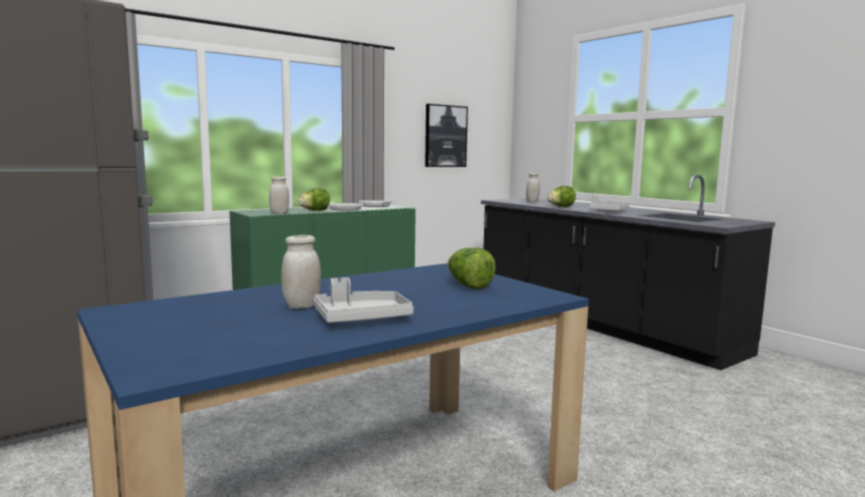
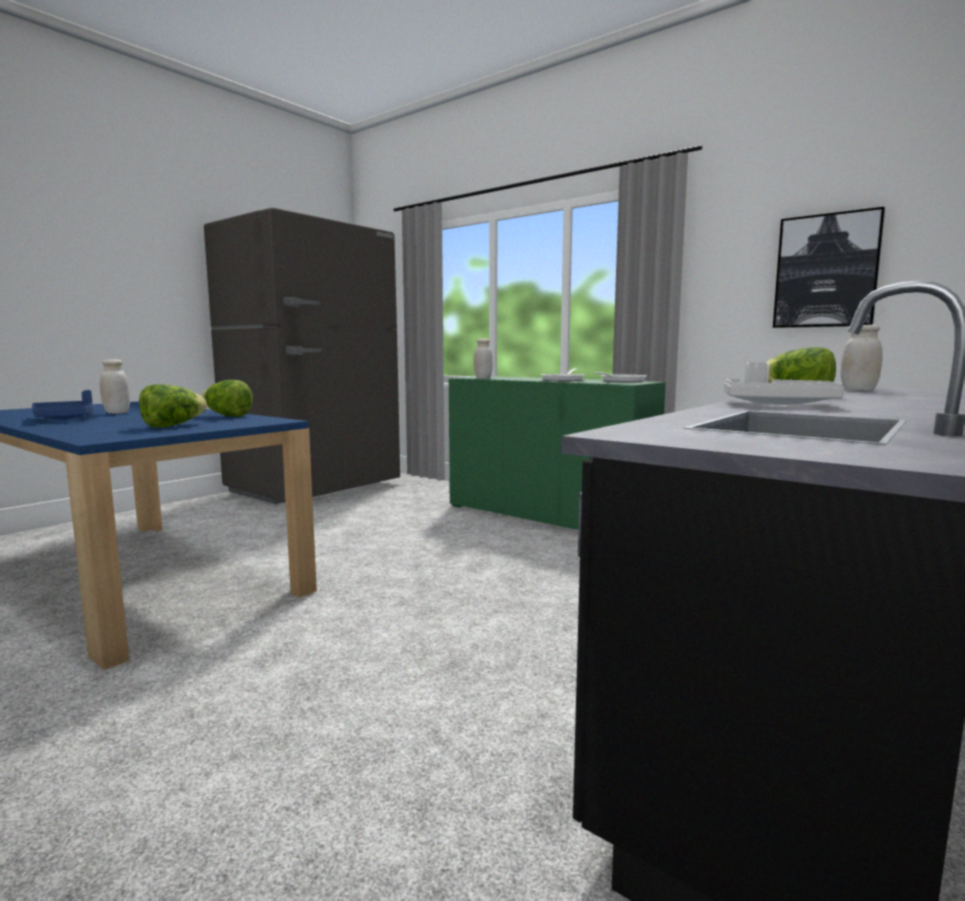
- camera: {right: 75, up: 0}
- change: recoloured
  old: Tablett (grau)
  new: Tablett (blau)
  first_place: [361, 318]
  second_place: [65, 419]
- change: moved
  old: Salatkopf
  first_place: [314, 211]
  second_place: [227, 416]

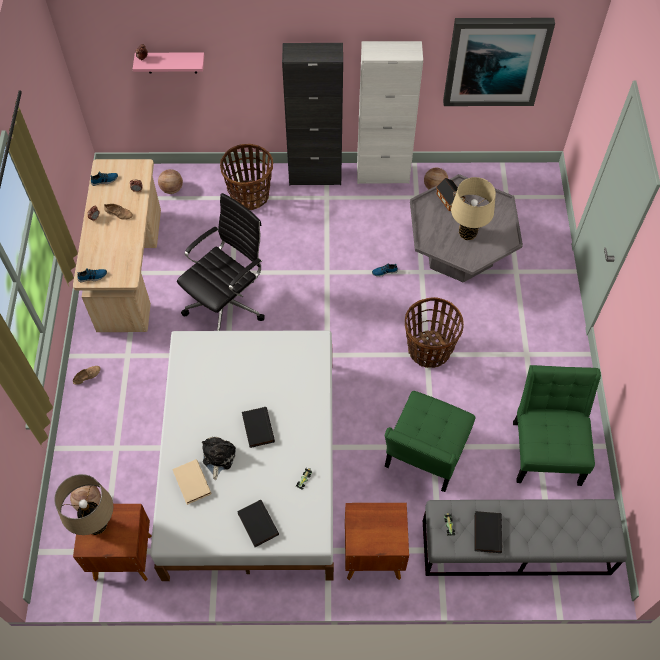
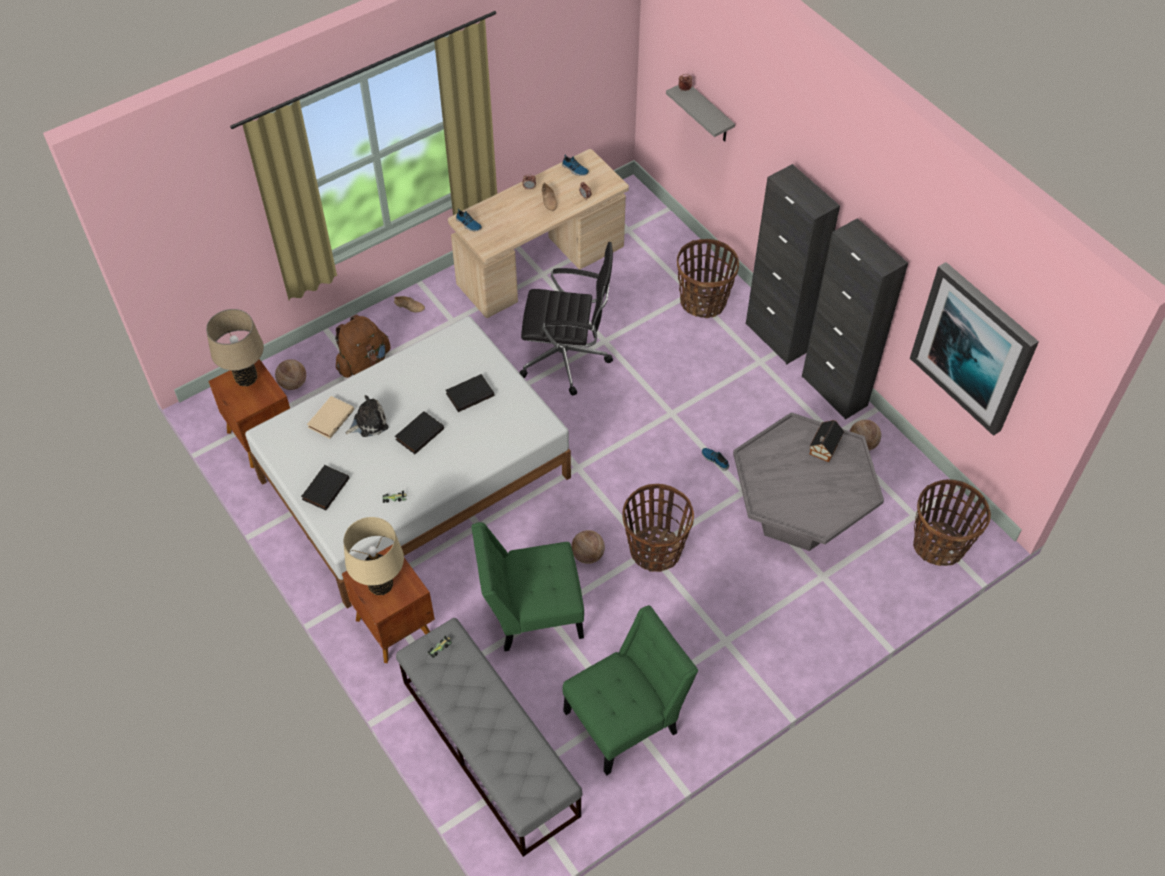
- camera: {right: 55, up: -5}
- change: added
  new: Rucksack (braun)
  second_place: [364, 363]
- change: moved
  old: Tischlampe (beige)
  first_place: [467, 233]
  second_place: [380, 585]
- change: moved
  old: Buch (schwarz)
  first_place: [486, 532]
  second_place: [469, 394]
- change: moved
  old: Basketball
  first_place: [172, 189]
  second_place: [587, 555]
- change: recoloured
  old: Wandregal (rosa)
  new: Wandregal (grau)
  first_place: [171, 62]
  second_place: [709, 114]
- change: recoloured
  old: Schrank (weiß)
  new: Schrank (schwarz)
  first_place: [383, 174]
  second_place: [834, 391]
- change: added
  new: Korb
  second_place: [939, 545]

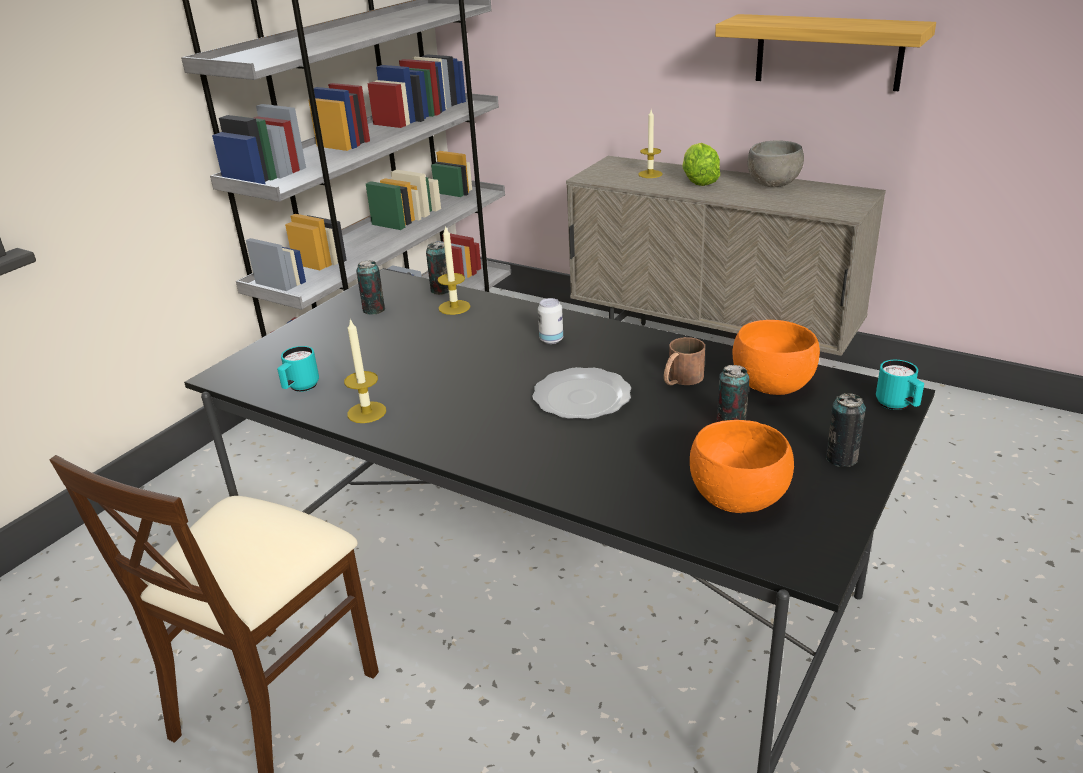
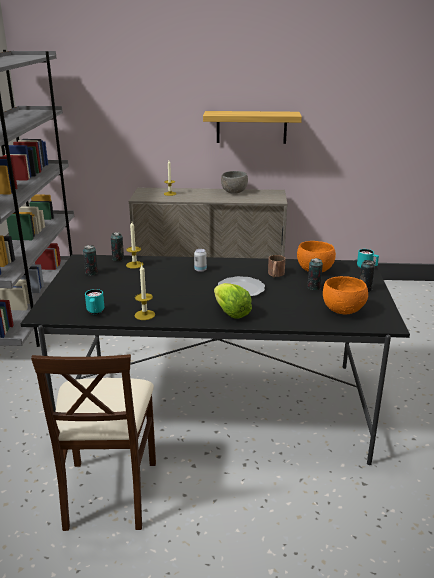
- camera: {right: -30, up: -5}
- change: moved
  old: Salatkopf
  first_place: [698, 181]
  second_place: [231, 313]

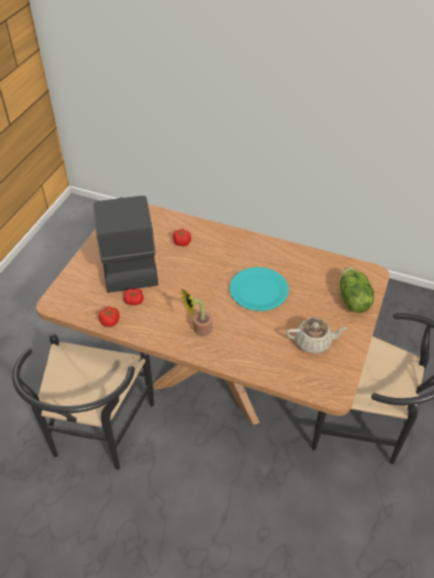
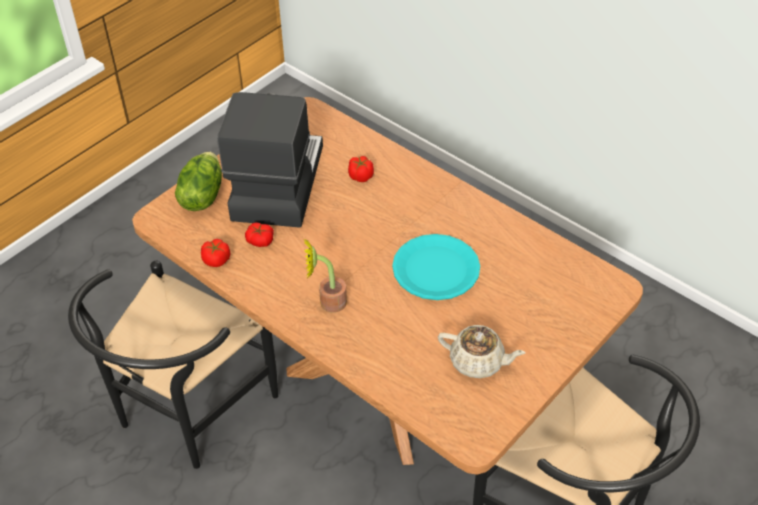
- camera: {right: 20, up: 0}
- change: moved
  old: Salatkopf
  first_place: [352, 300]
  second_place: [201, 196]

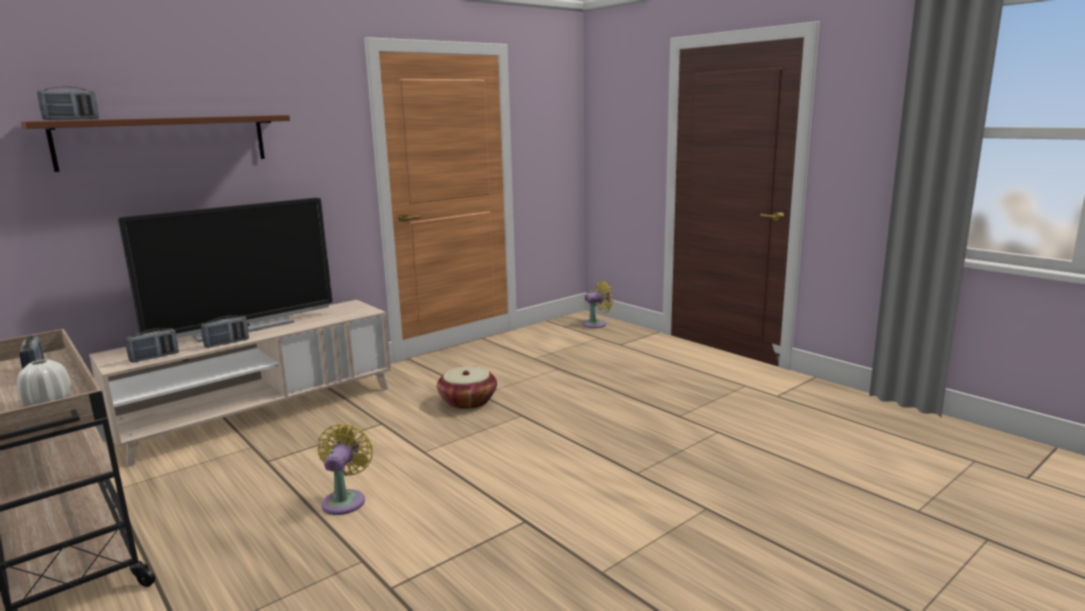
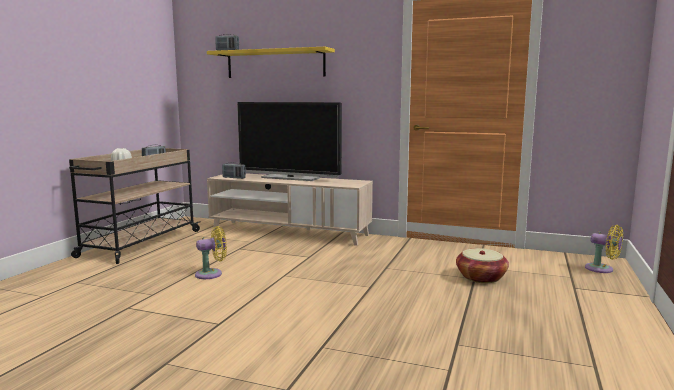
- camera: {right: 60, up: -5}
- change: recoloured
  old: Wandregal (braun)
  new: Wandregal (gelb)
  first_place: [164, 141]
  second_place: [275, 64]
- change: moved
  old: Korb
  first_place: [468, 401]
  second_place: [481, 277]
- change: removed
  old: Radio
  first_place: [227, 343]

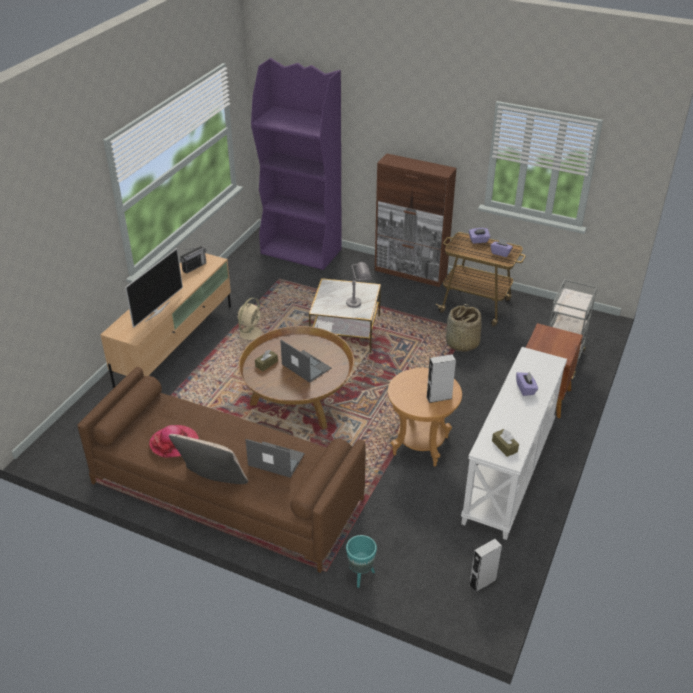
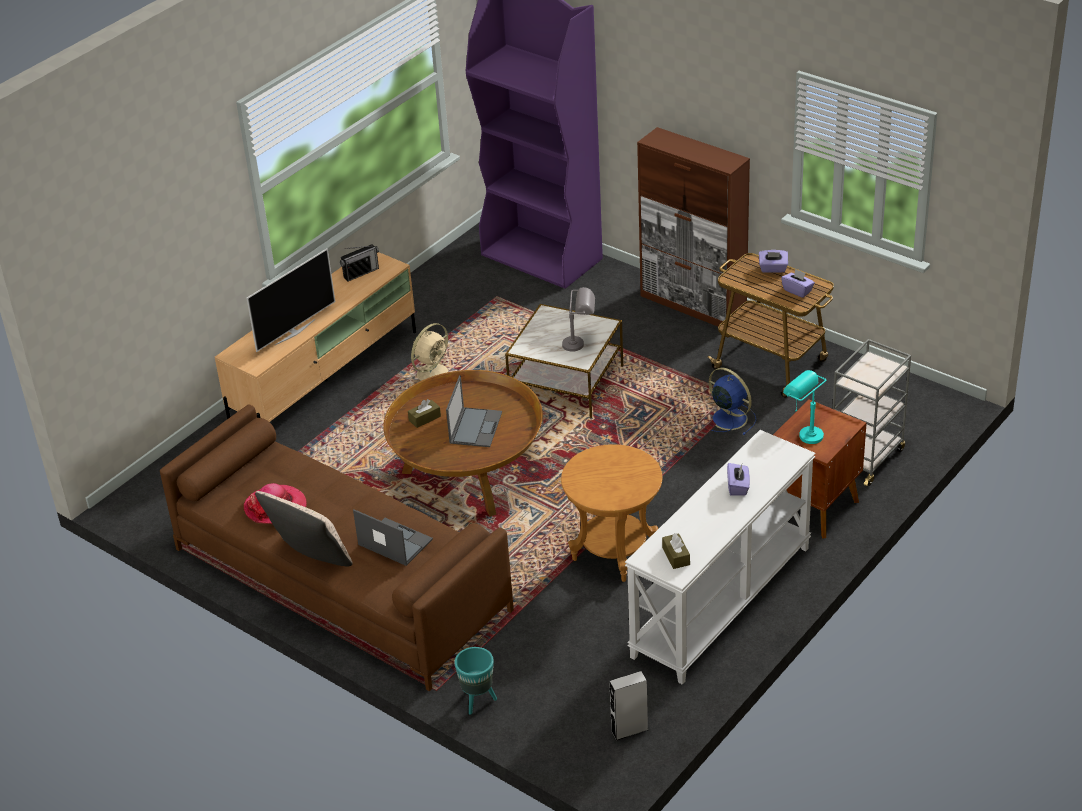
- camera: {right: 15, up: 0}
- change: turned
  old: Laptop
  first_place: [305, 366]
  second_place: [475, 427]
  degrees: 45
- change: replaced
  old: Korb
  new: Ventilator (blau)
  first_place: [462, 343]
  second_place: [728, 418]
- change: added
  new: Tischlampe (türkis)
  second_place: [803, 433]
- change: removed
  old: Lautsprecher (grau)
  first_place: [439, 397]

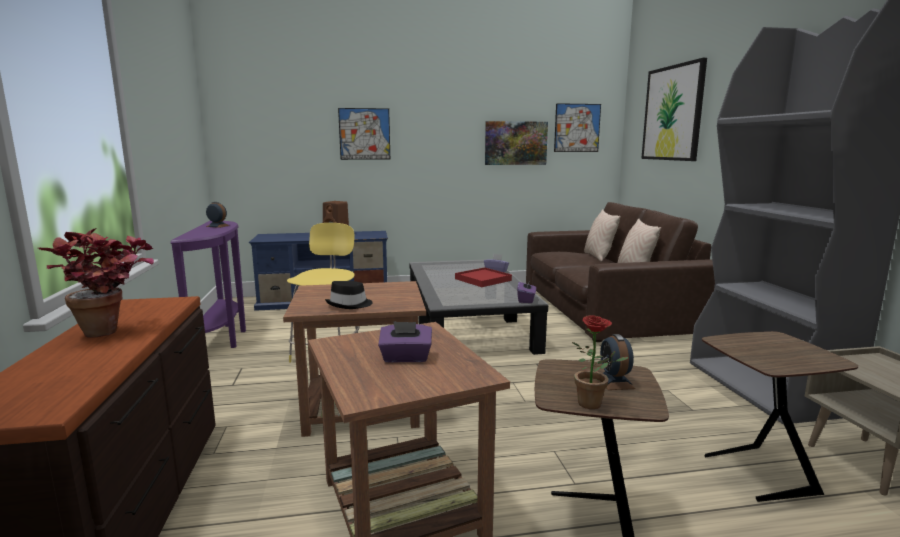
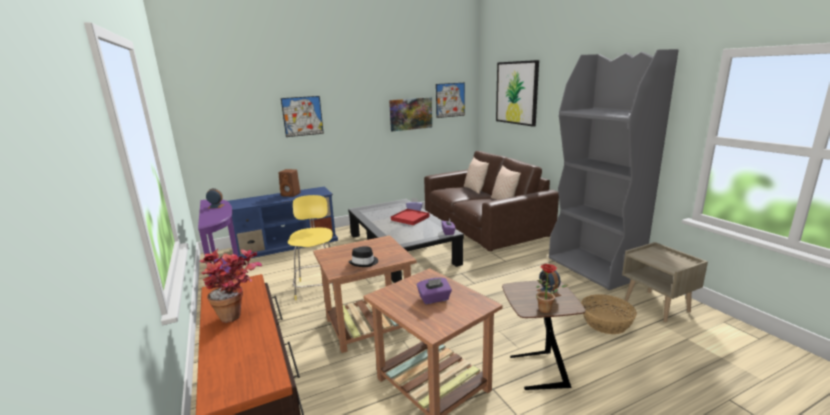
- camera: {right: -15, up: 5}
- change: replaced
  old: Beistelltisch (braun)
  new: Korb
  first_place: [757, 474]
  second_place: [606, 323]

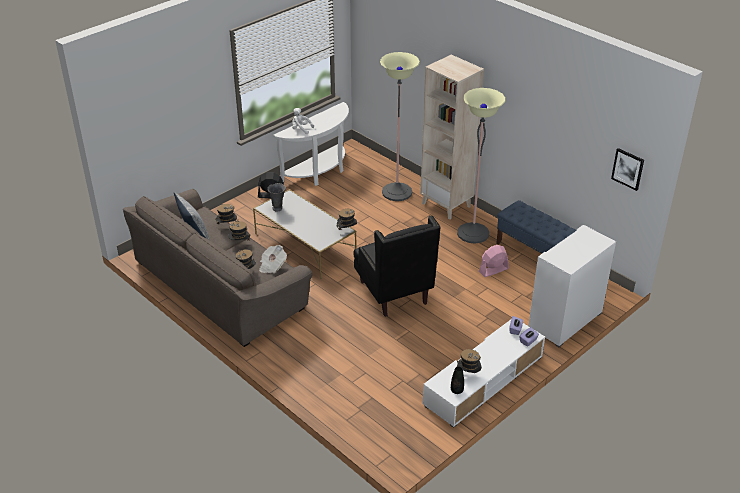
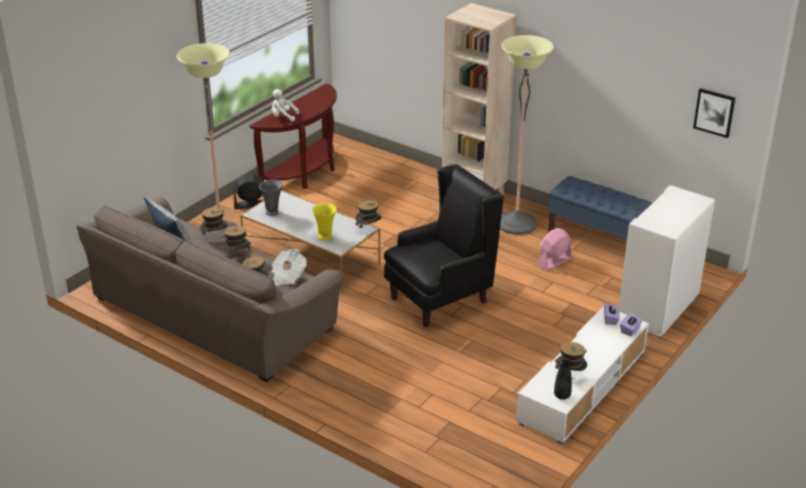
- camera: {right: -10, up: -5}
- change: moved
  old: Stehlampe
  first_place: [397, 192]
  second_place: [221, 234]
- change: recoloured
  old: Konsolentisch (weiß)
  new: Konsolentisch (braun)
  first_place: [319, 172]
  second_place: [305, 174]
- change: added
  new: Vase (gelb)
  second_place: [325, 237]
- change: turned
  old: Sessel (schwarz)
  first_place: [394, 293]
  second_place: [440, 300]
  degrees: -90

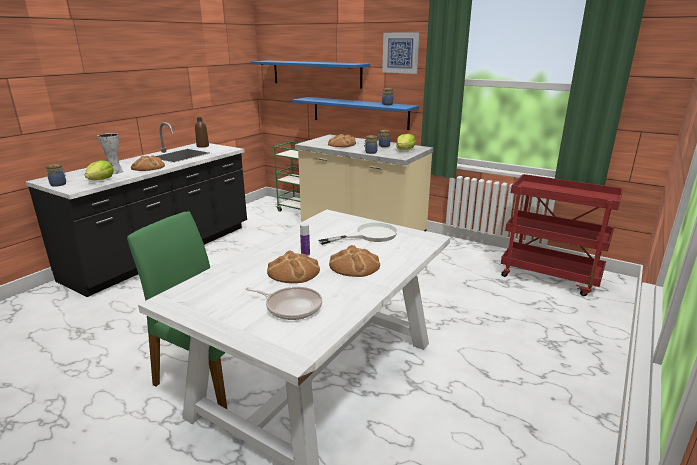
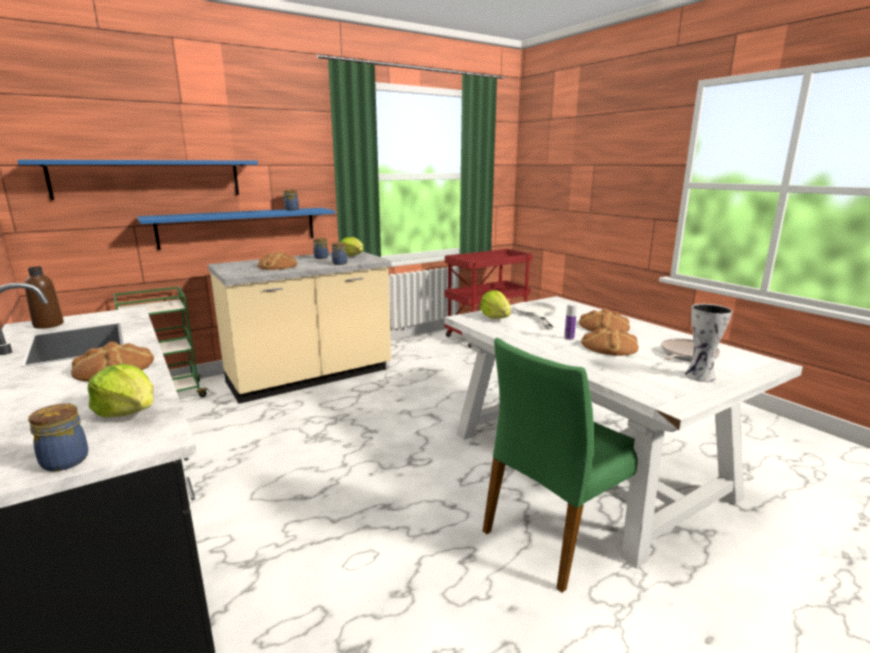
- camera: {right: -65, up: -5}
- change: added
  new: Salatkopf
  second_place: [496, 318]
- change: moved
  old: Vase
  first_place: [114, 172]
  second_place: [701, 377]
- change: removed
  old: Bild
  first_place: [400, 53]

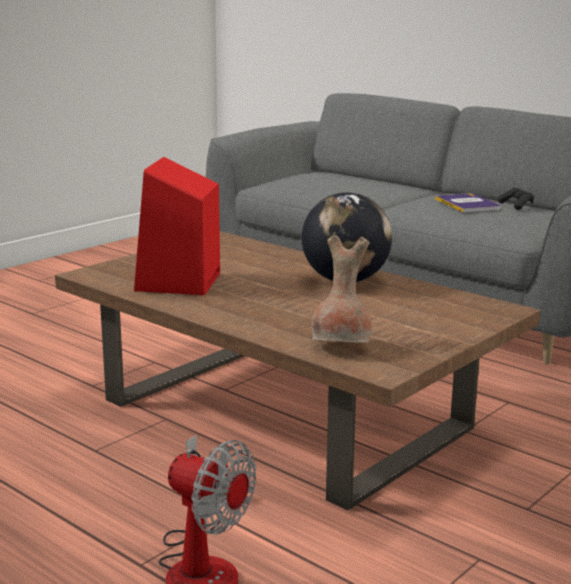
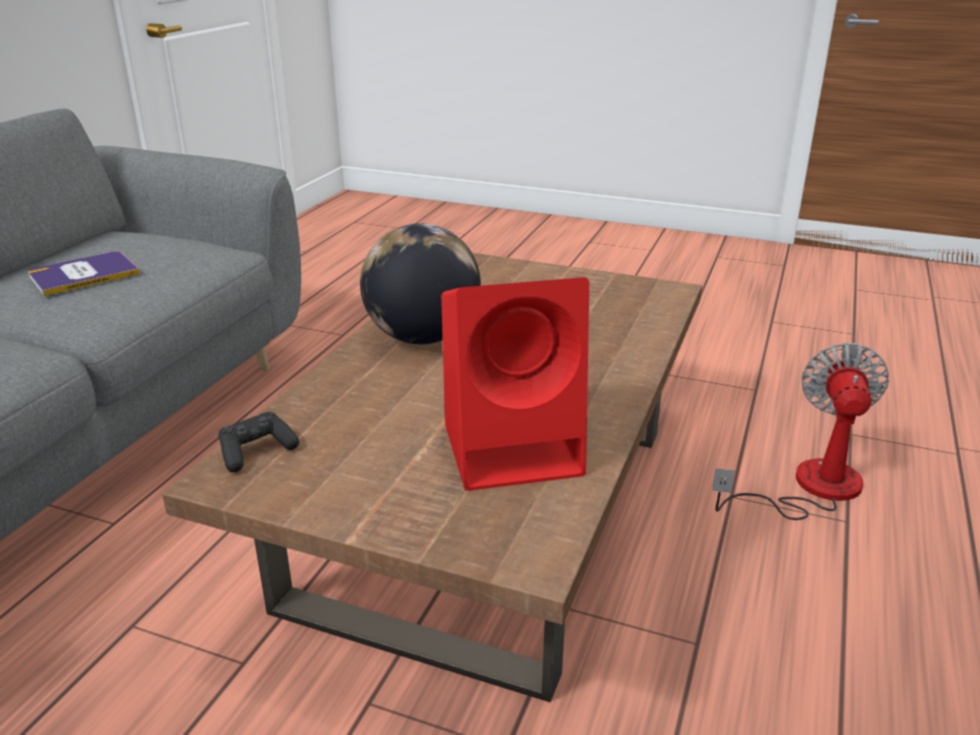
- camera: {right: -110, up: 10}
- change: moved
  old: Gamepad (schwarz)
  first_place: [516, 205]
  second_place: [256, 452]
- change: removed
  old: Vase (braun)
  first_place: [342, 347]

